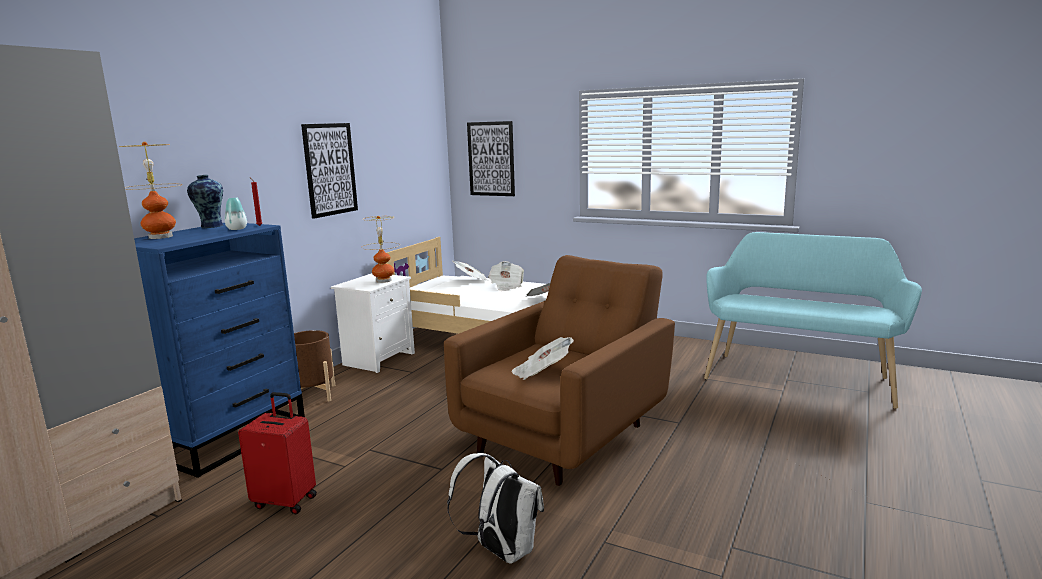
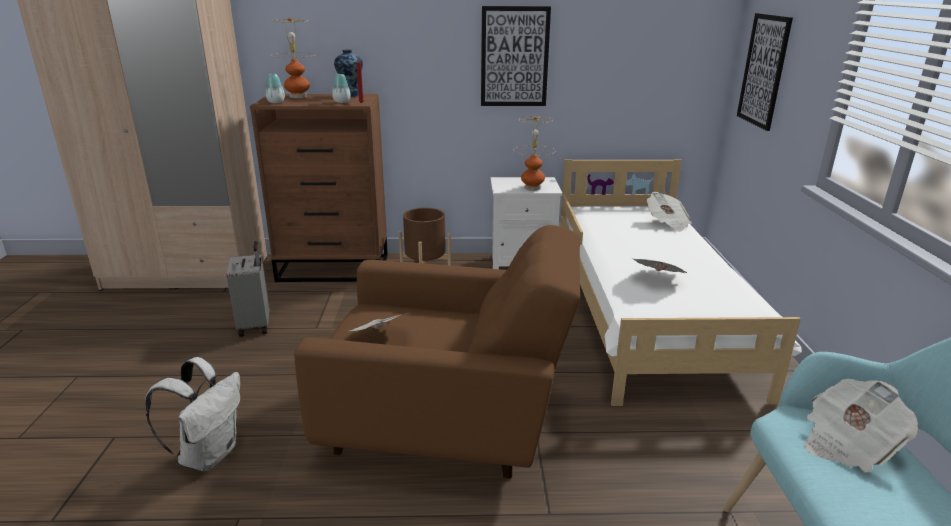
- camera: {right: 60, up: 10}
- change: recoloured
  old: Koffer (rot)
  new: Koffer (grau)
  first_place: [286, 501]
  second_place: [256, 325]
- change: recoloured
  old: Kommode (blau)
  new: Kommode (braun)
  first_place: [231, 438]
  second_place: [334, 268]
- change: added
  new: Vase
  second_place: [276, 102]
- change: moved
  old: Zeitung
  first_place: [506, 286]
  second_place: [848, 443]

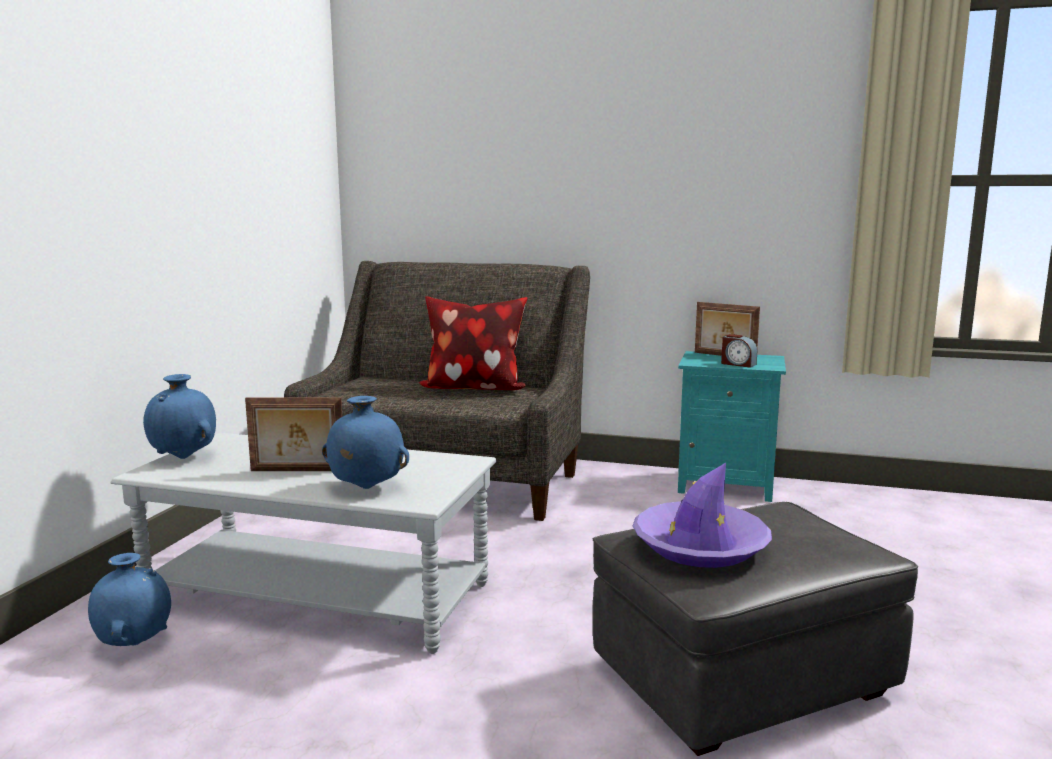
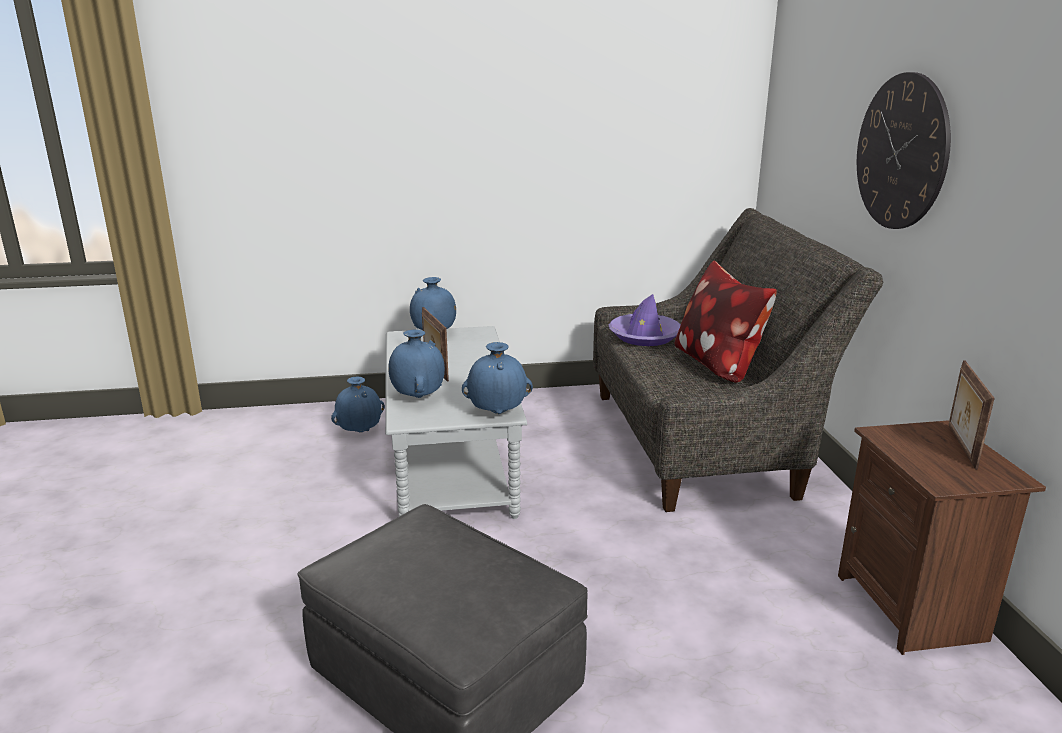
- camera: {right: 65, up: 10}
- change: added
  new: Vase (blau)
  second_place: [498, 412]
- change: moved
  old: Hut (lila)
  first_place: [700, 546]
  second_place: [644, 336]
- change: recoloured
  old: Nachttisch (türkis)
  new: Nachttisch (braun)
  first_place: [725, 485]
  second_place: [913, 607]
- change: added
  new: Wanduhr
  second_place: [901, 152]
- change: removed
  old: Wecker
  first_place: [738, 364]

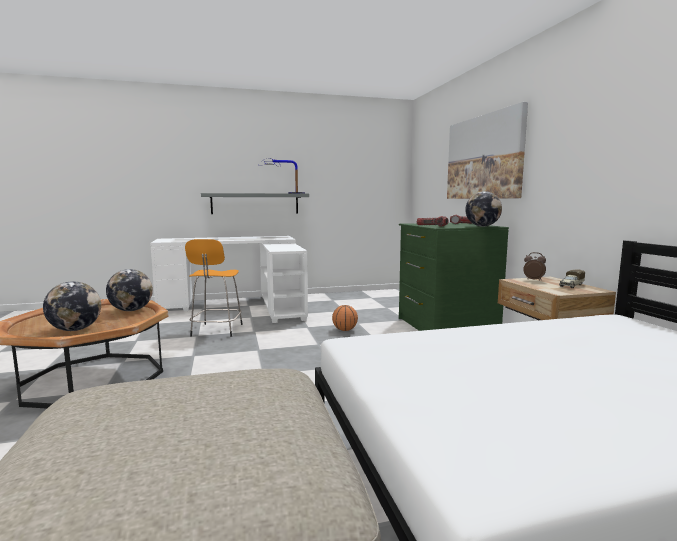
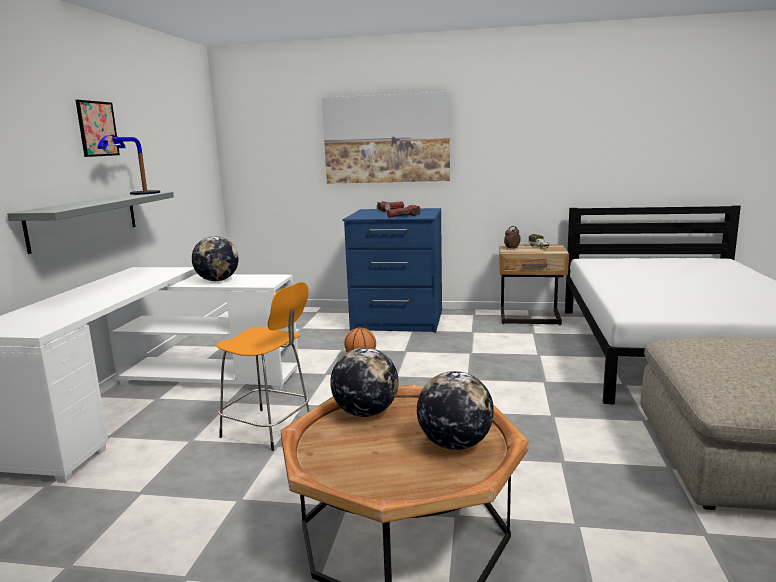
- camera: {right: -65, up: 5}
- change: added
  new: Bild
  second_place: [97, 128]
- change: moved
  old: Globus
  first_place: [482, 226]
  second_place: [217, 280]
- change: recoloured
  old: Kommode (grün)
  new: Kommode (blau)
  first_place: [445, 326]
  second_place: [397, 320]

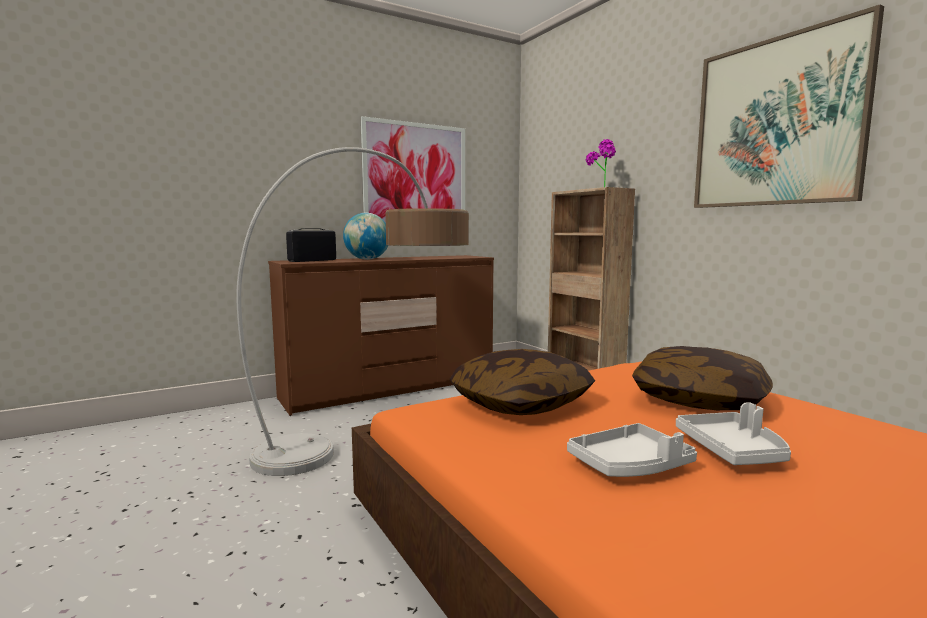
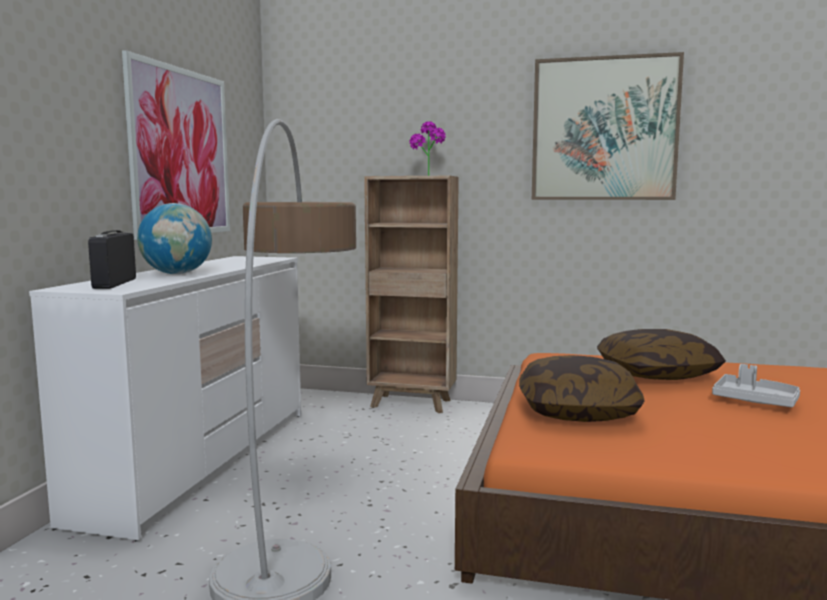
- camera: {right: -45, up: 0}
- change: recoloured
  old: Kommode (braun)
  new: Kommode (weiß)
  first_place: [391, 389]
  second_place: [202, 461]
- change: removed
  old: Tablett (grau)
  first_place: [630, 465]

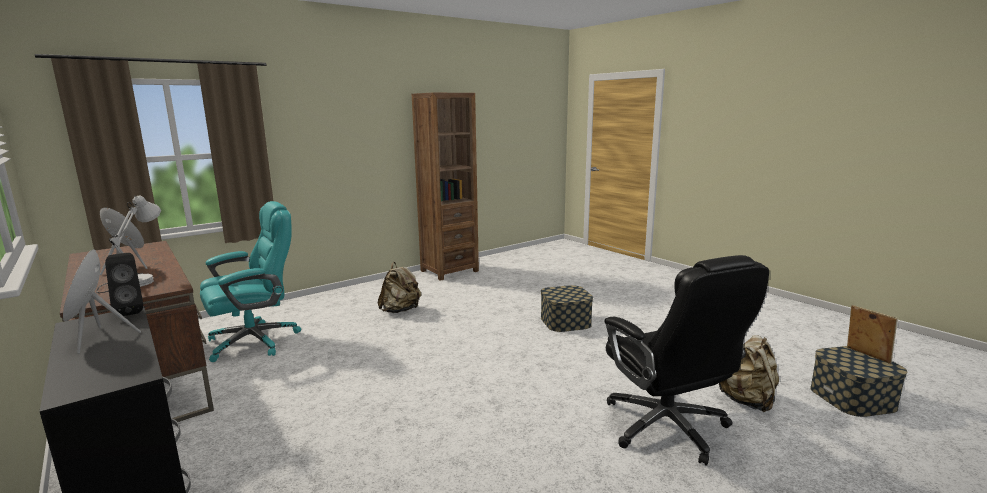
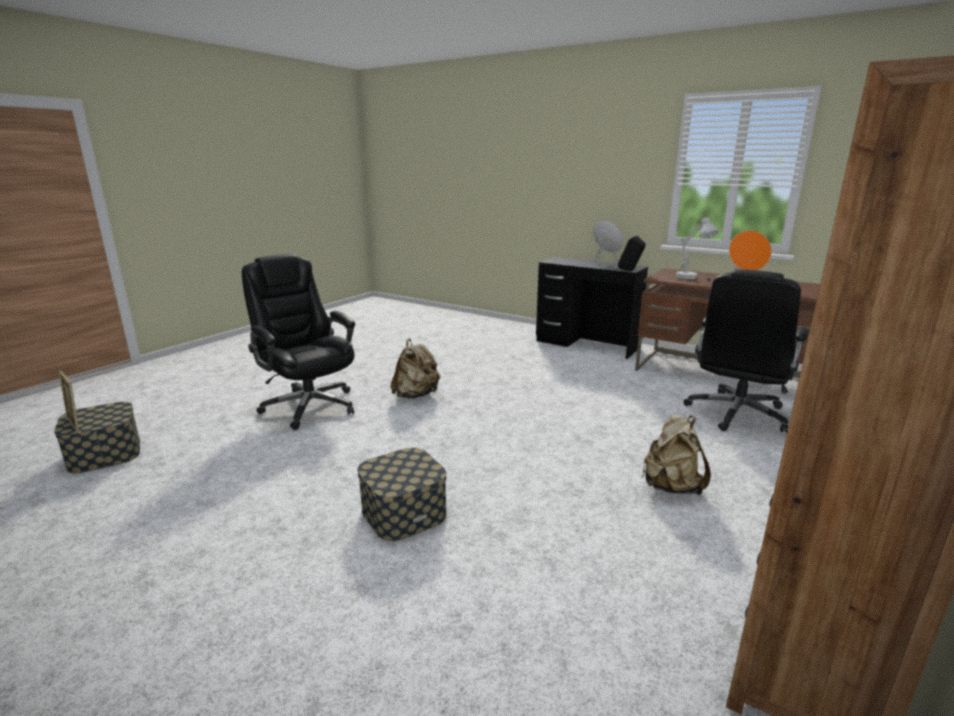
- camera: {right: 160, up: 5}
- change: moved
  old: Rucksack (beige)
  first_place: [746, 401]
  second_place: [416, 395]
- change: recoloured
  old: Bürostuhl (türkis)
  new: Bürostuhl (schwarz)
  first_place: [255, 341]
  second_place: [736, 414]

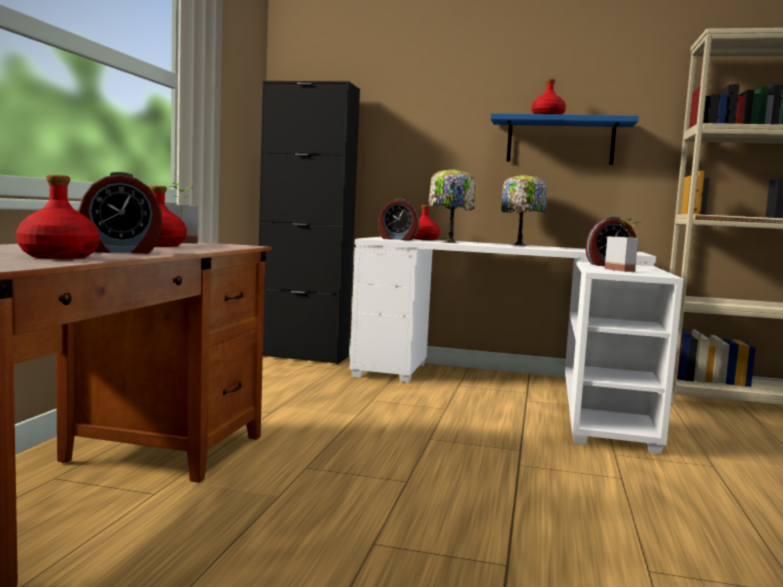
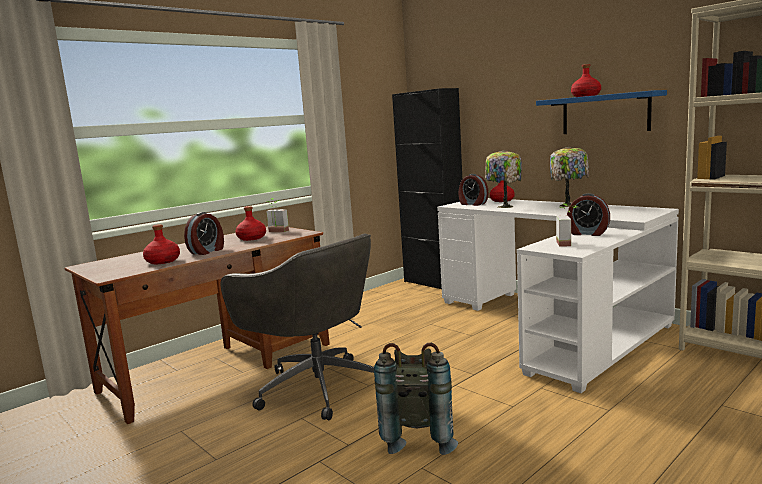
- camera: {right: 35, up: 5}
- change: turned
  old: Wecker
  first_place: [121, 251]
  second_place: [207, 251]
  degrees: -75
- change: added
  new: Bürostuhl (grau)
  second_place: [316, 386]
- change: added
  new: Rucksack (grau)
  second_place: [419, 436]

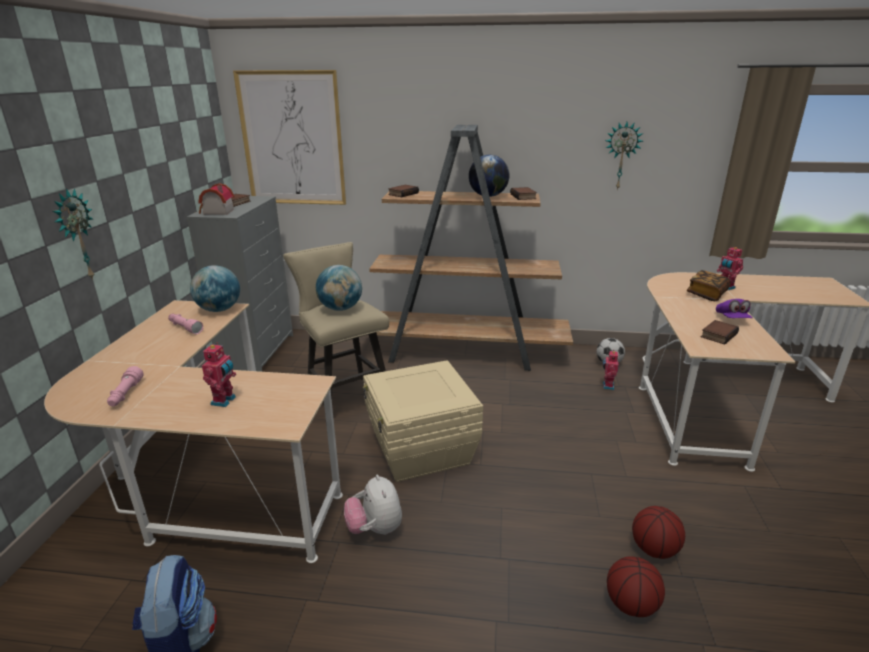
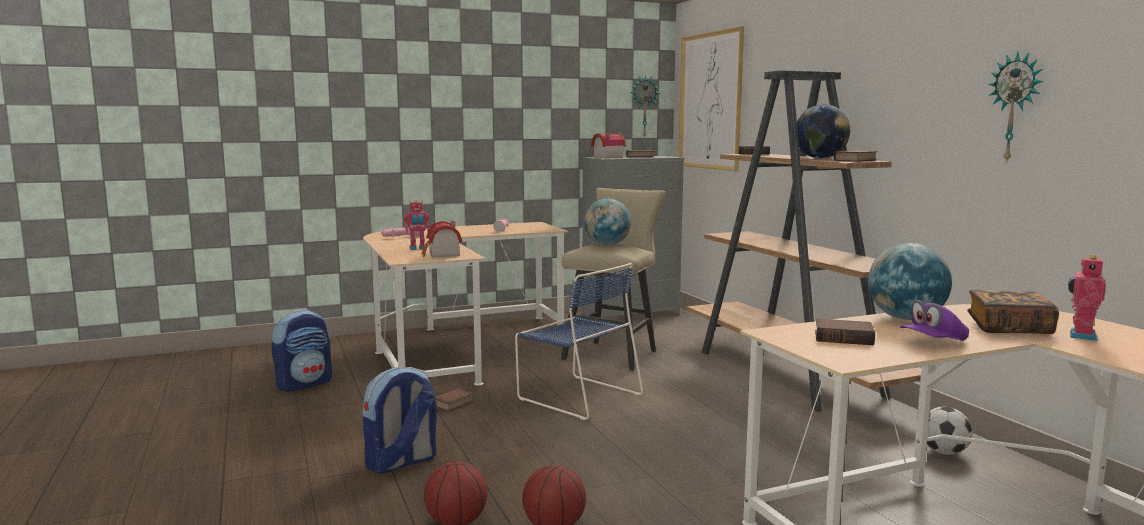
- camera: {right: 60, up: -15}
- change: added
  new: Rucksack
  second_place: [401, 462]
- change: added
  new: Spielzeughaus
  second_place: [442, 254]
- change: replaced
  old: Plüschtier
  new: Buch
  first_place: [375, 529]
  second_place: [453, 404]
- change: replaced
  old: Aufbewahrungsbox (beige)
  new: Stuhl (blau)
  first_place: [421, 450]
  second_place: [577, 396]
- change: moved
  old: Wanduhr
  first_place: [76, 235]
  second_place: [643, 106]
- change: moved
  old: Globus
  first_place: [219, 310]
  second_place: [906, 318]
- change: removed
  old: Spielzeugroboter
  first_place: [607, 386]

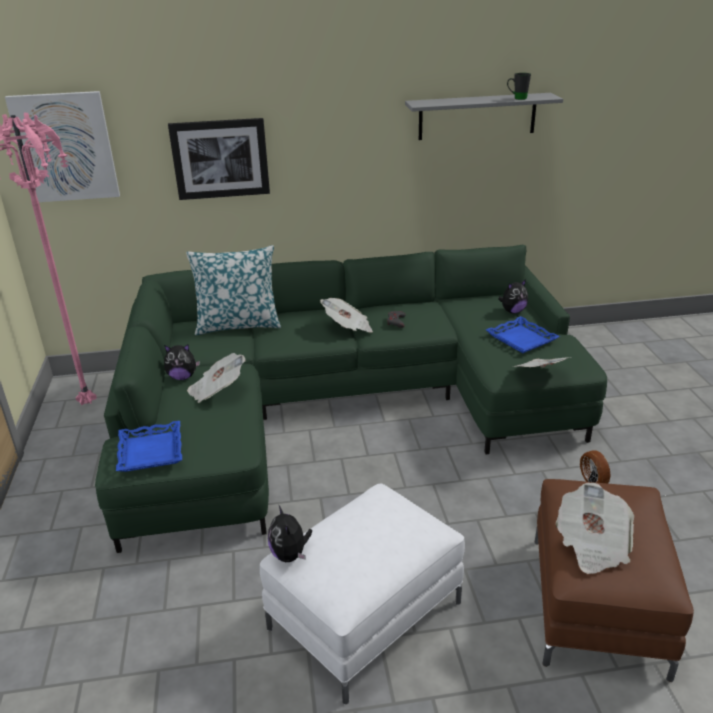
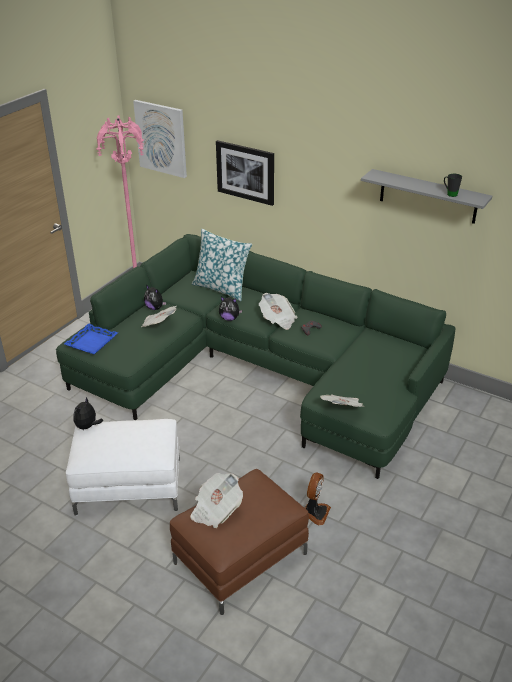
- camera: {right: 40, up: 5}
- change: moved
  old: Plüschtier
  first_place: [512, 311]
  second_place: [229, 318]
- change: removed
  old: Tablett (blau)
  first_place: [521, 339]

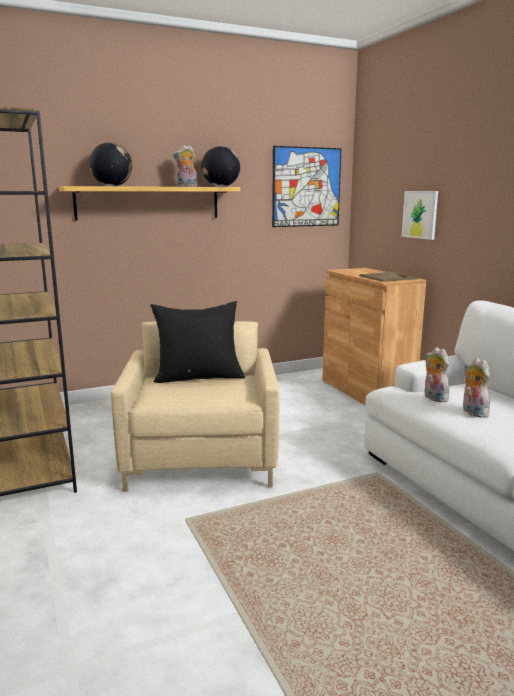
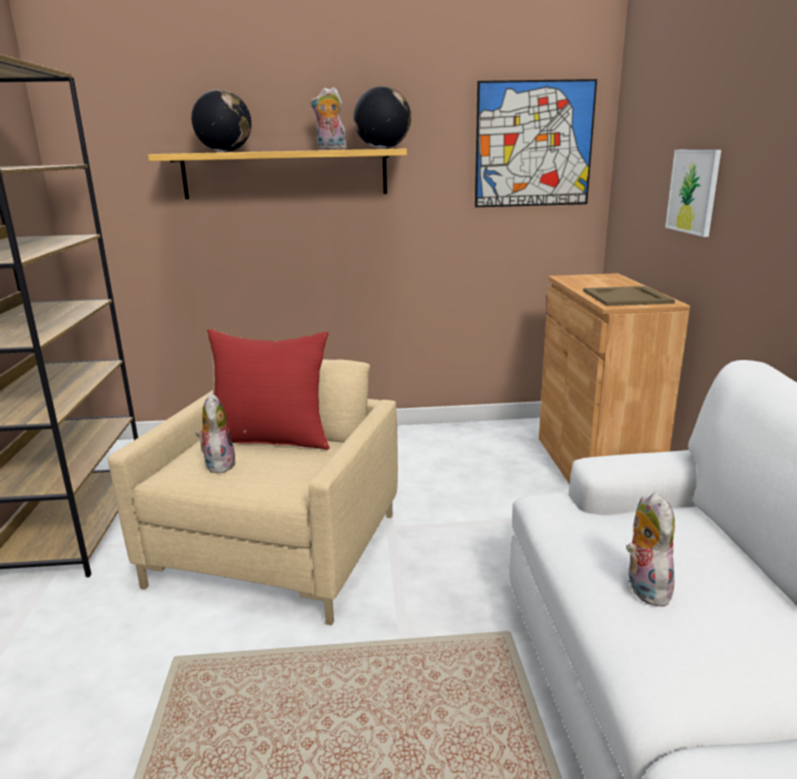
- camera: {right: 20, up: 5}
- change: moved
  old: Plüschtier
  first_place: [433, 398]
  second_place: [218, 464]
- change: recoloured
  old: Kissen (schwarz)
  new: Kissen (rot)
  first_place: [199, 377]
  second_place: [271, 438]

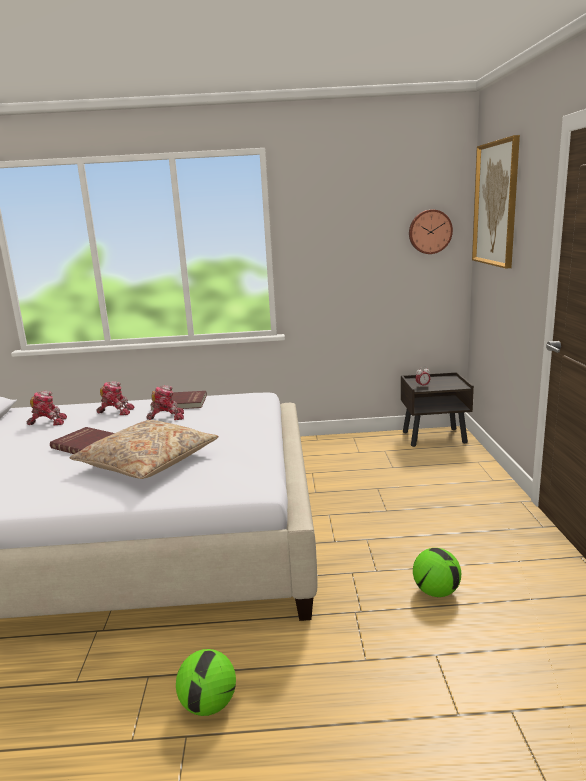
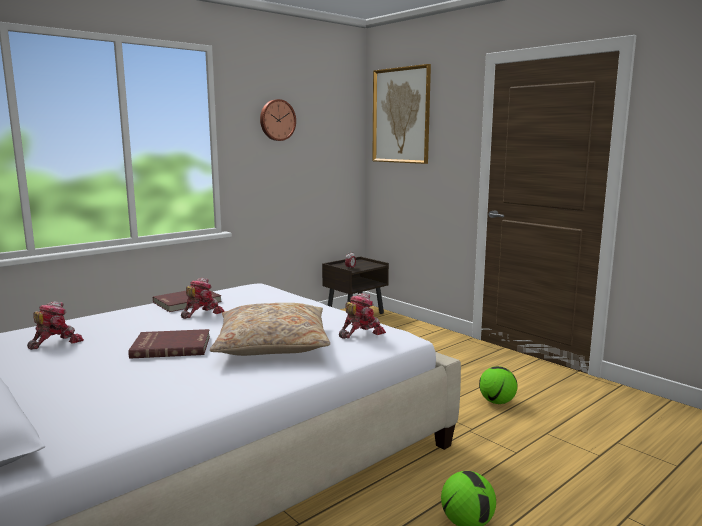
- camera: {right: -40, up: -5}
- change: moved
  old: Wanduhr
  first_place: [429, 231]
  second_place: [277, 120]
- change: moved
  old: Spielzeugroboter
  first_place: [116, 411]
  second_place: [360, 333]

